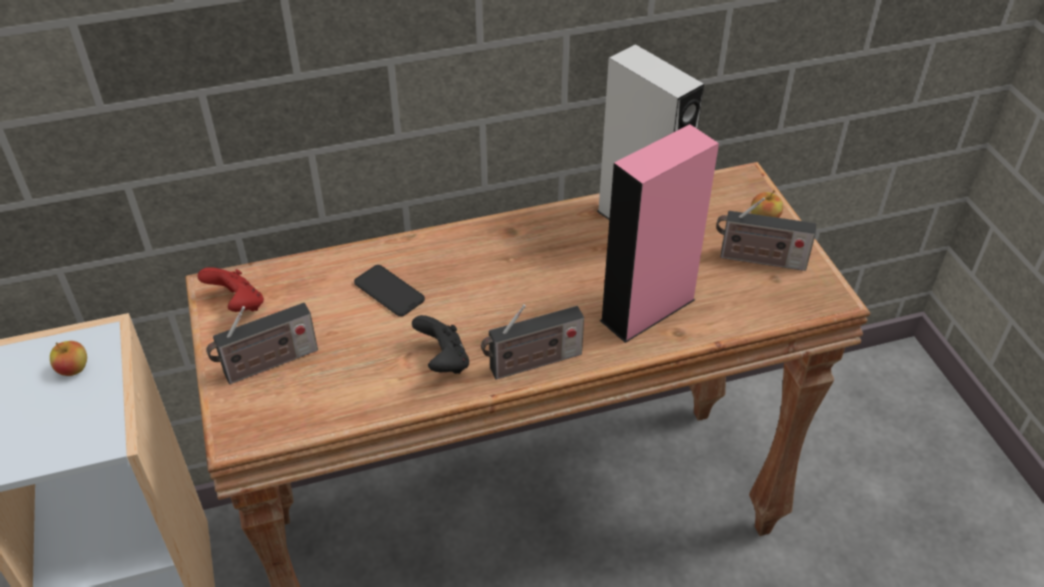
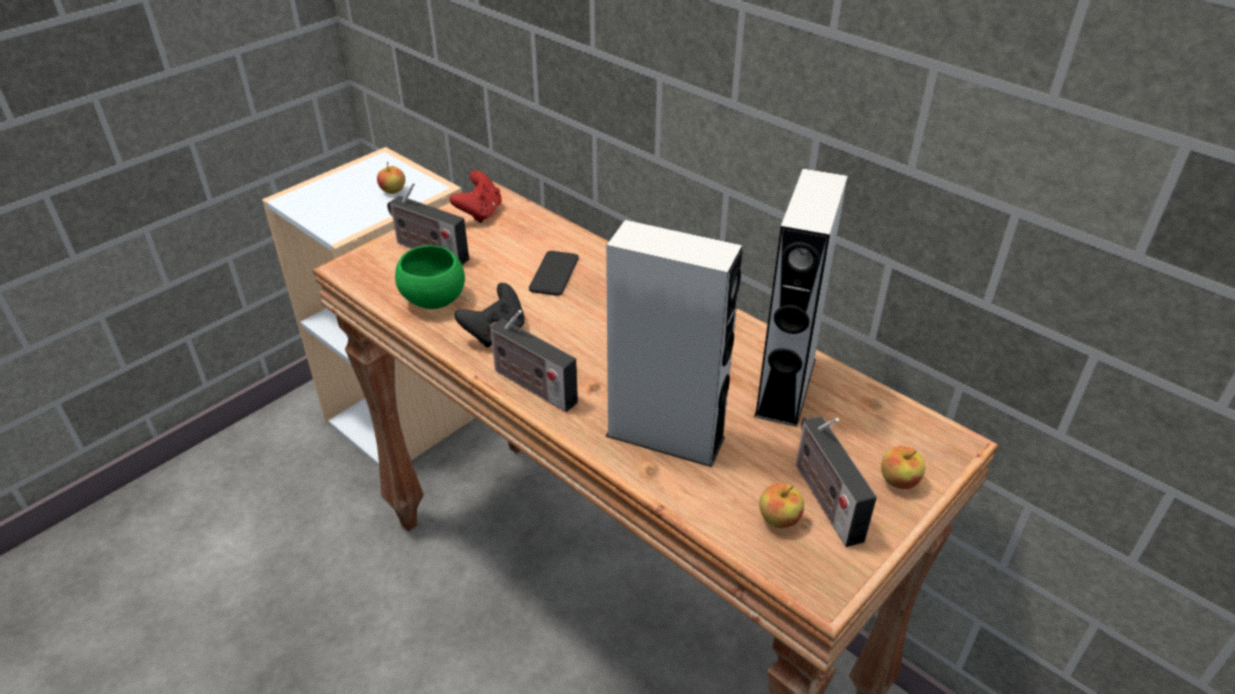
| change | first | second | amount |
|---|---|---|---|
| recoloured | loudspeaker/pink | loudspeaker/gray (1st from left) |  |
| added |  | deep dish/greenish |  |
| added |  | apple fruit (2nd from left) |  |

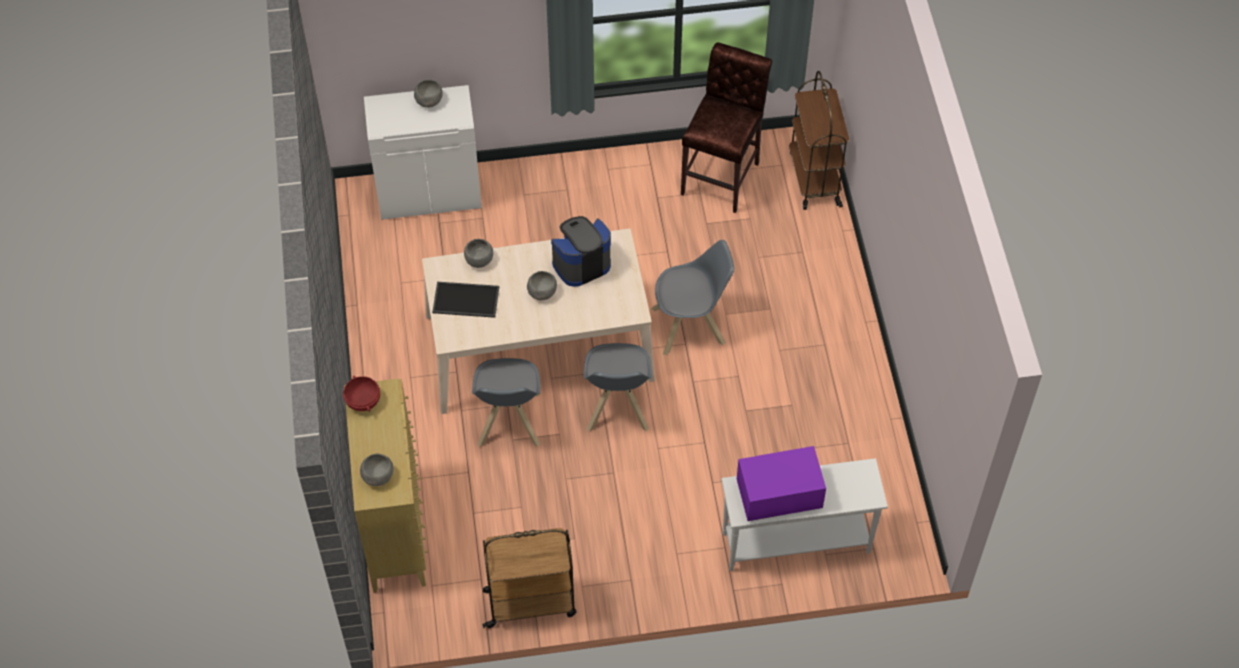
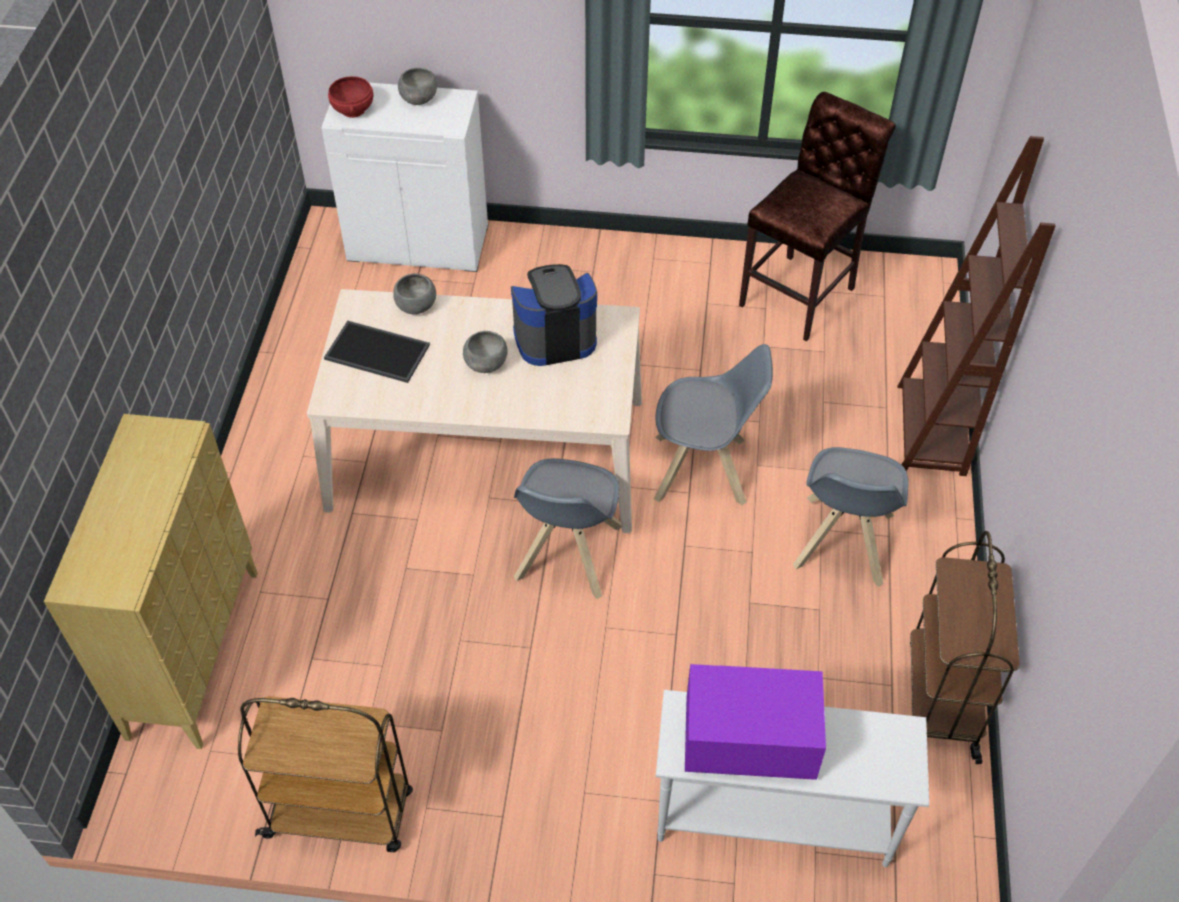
| change | first | second | amount |
|---|---|---|---|
| moved | deep dish/red |  |  |
| removed | deep dish/gray (1st from left) |  |  |
| moved | upright chair/gray (1st from left in the first image) | upright chair/gray (3rd from left) |  |
| moved | cart/brownish (2nd from left) |  |  |
| added |  | bookshelf/brownish |  |

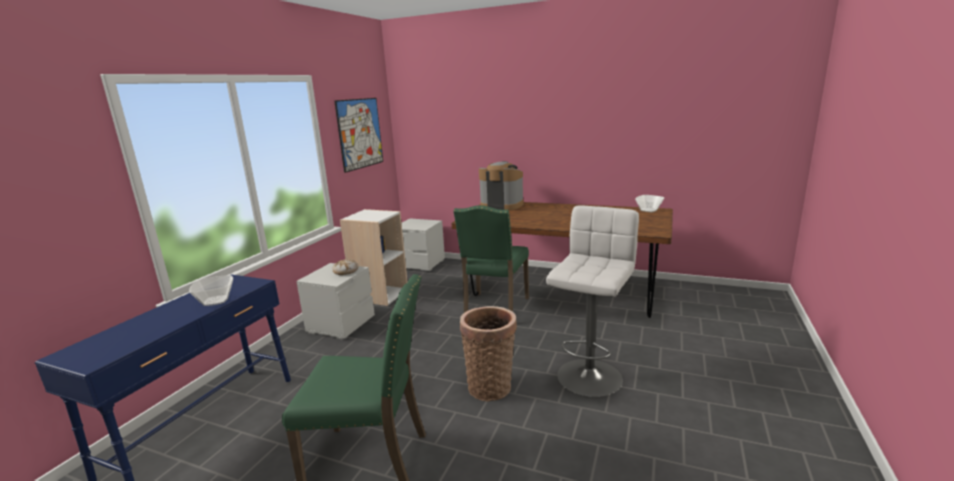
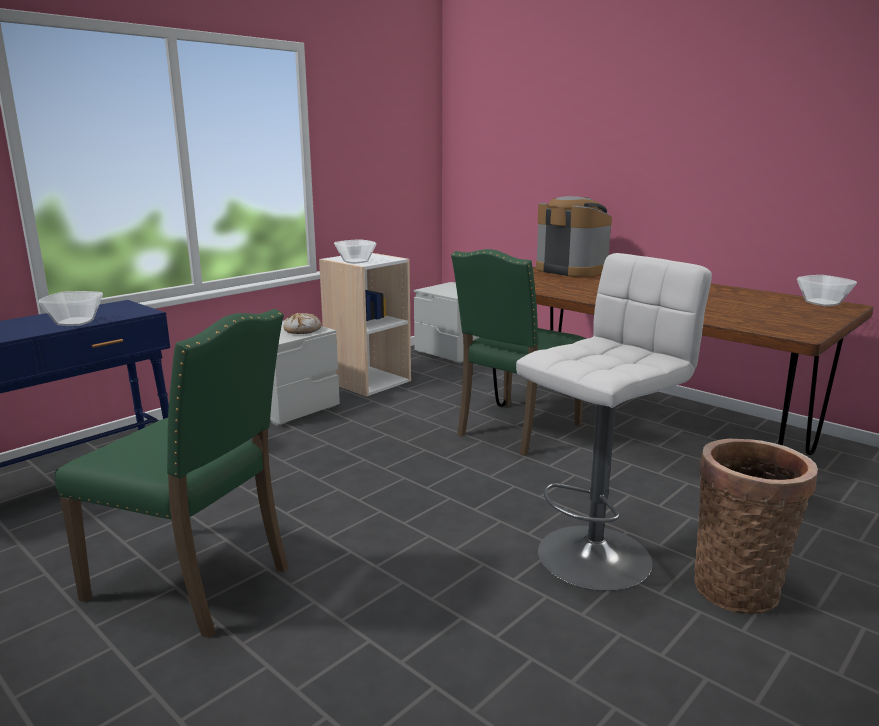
| change | first | second | amount |
|---|---|---|---|
| removed | wall picture |  |  |
| moved | basket |  |  |
| added |  | deep dish (2nd from left) |  |

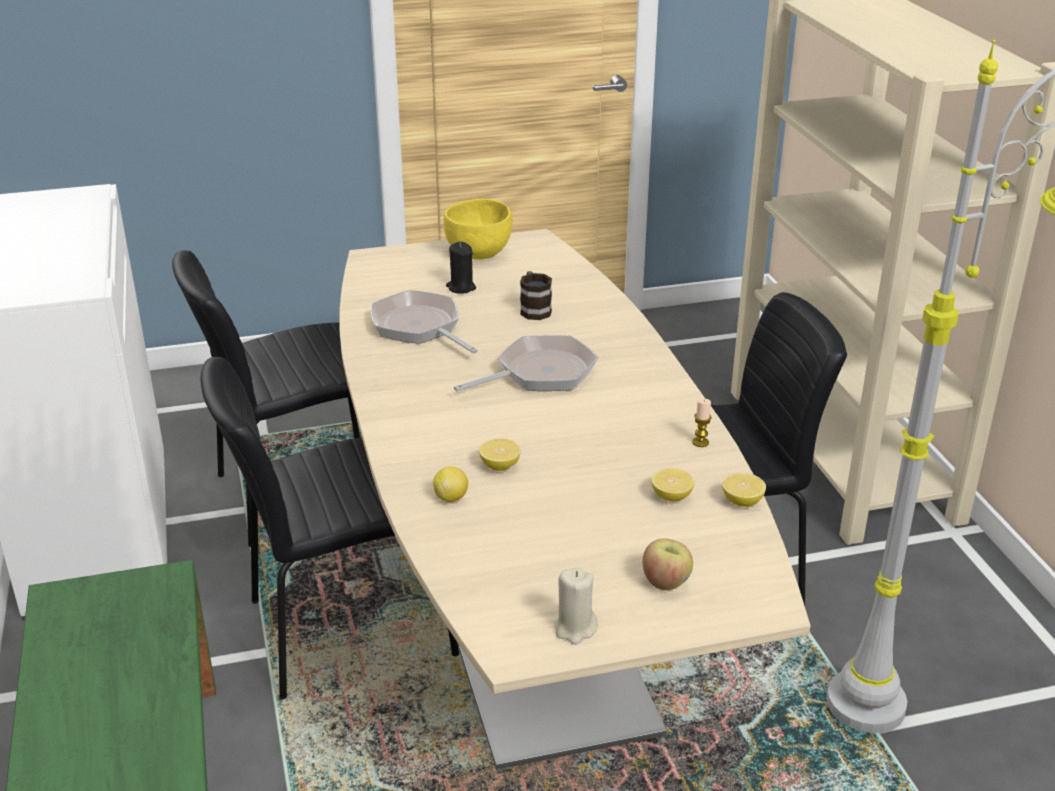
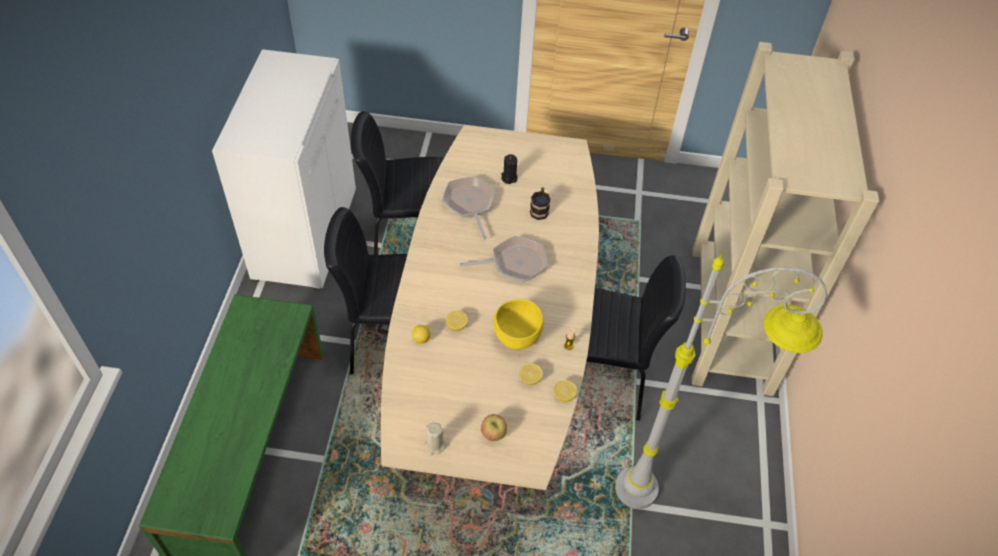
| change | first | second | amount |
|---|---|---|---|
| moved | deep dish/yellow-coloured |  |  |

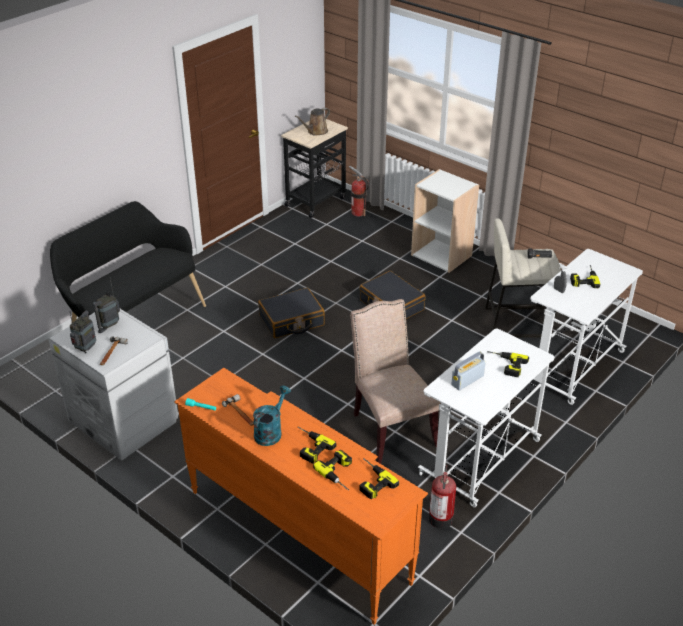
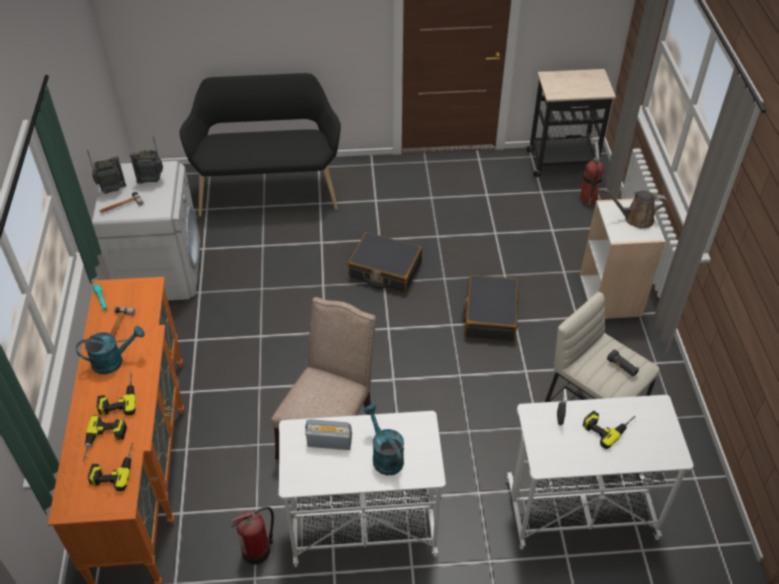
| change | first | second | amount |
|---|---|---|---|
| moved | sprinkling can/brownish |  |  |
| replaced | drill (4th from left) | sprinkling can/turquoise-coloured (2nd from left) |  |

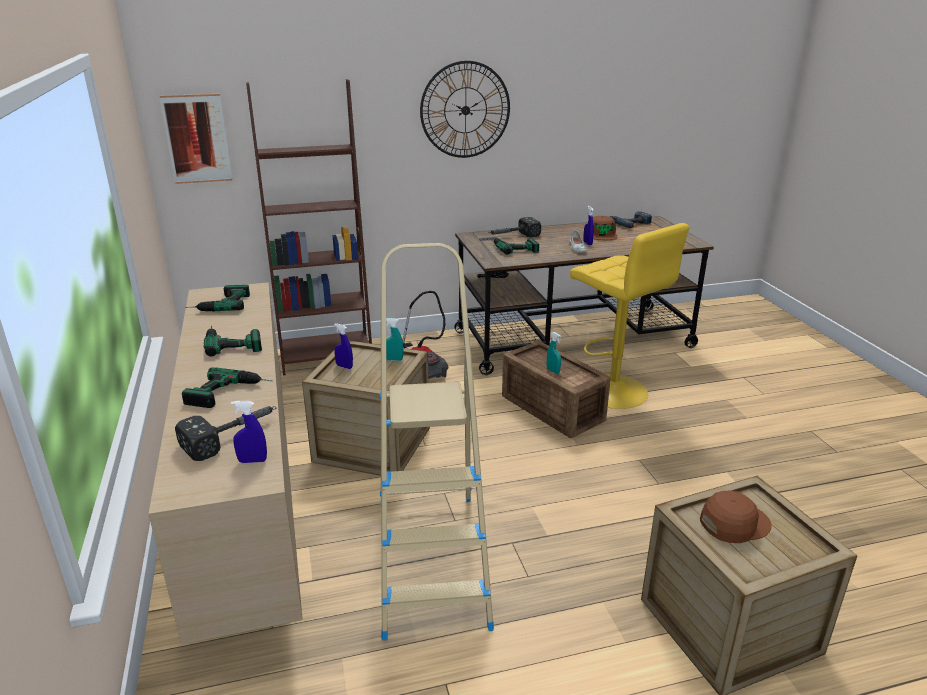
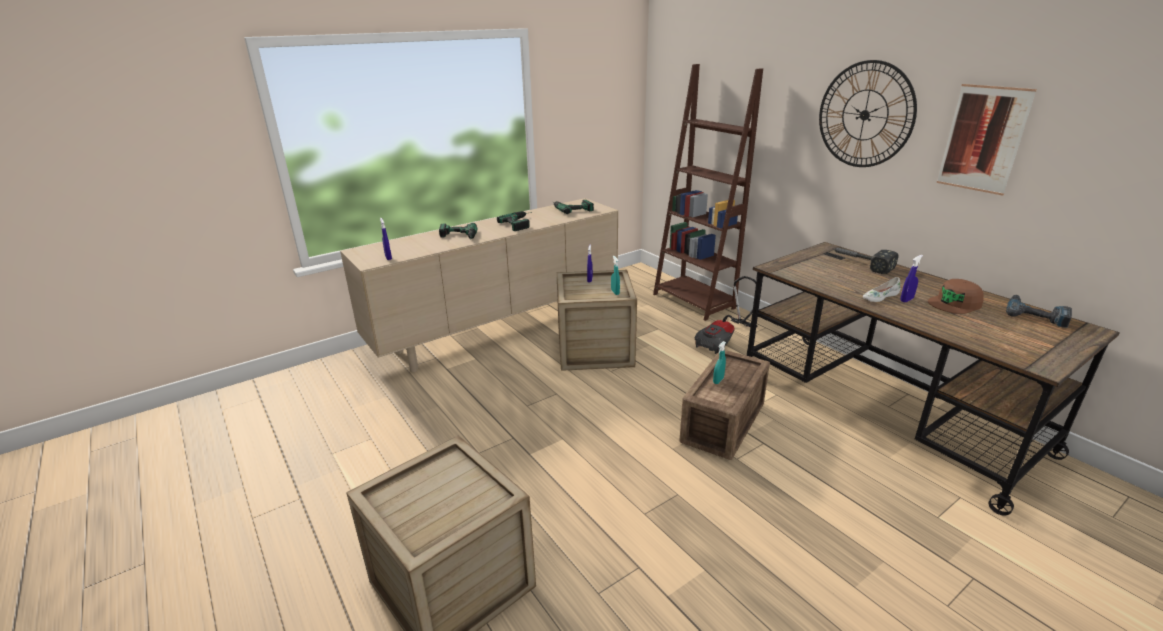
| change | first | second | amount |
|---|---|---|---|
| moved | wall picture |  |  |
| removed | hammer (1st from left) |  |  |
| removed | step stool/sand-coloured |  |  |
| removed | drill (4th from left) |  |  |
| removed | stool seat/yellow-coloured |  |  |
| removed | peaked cap/brownish (2nd from left) |  |  |

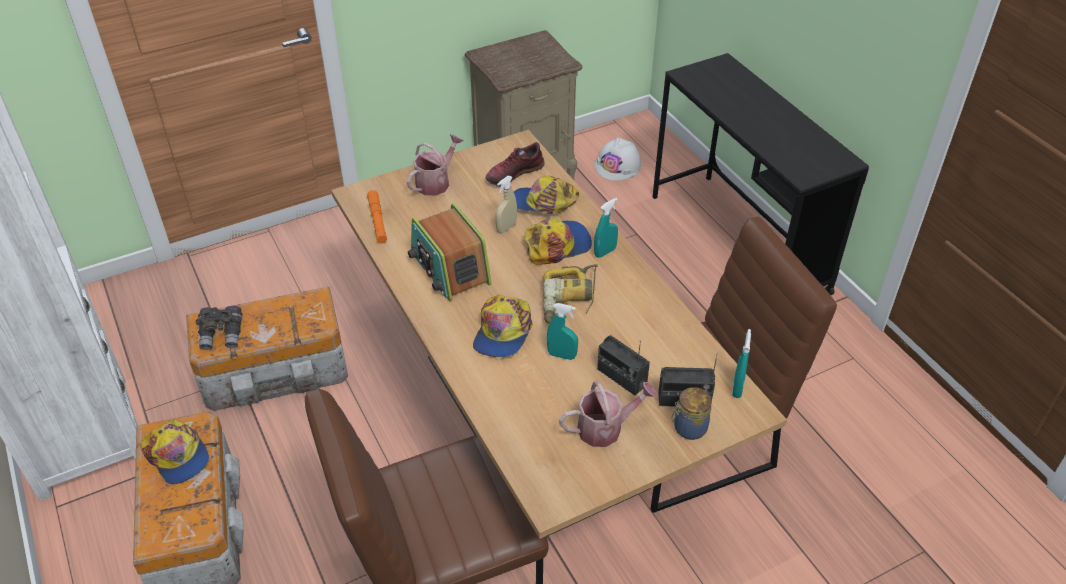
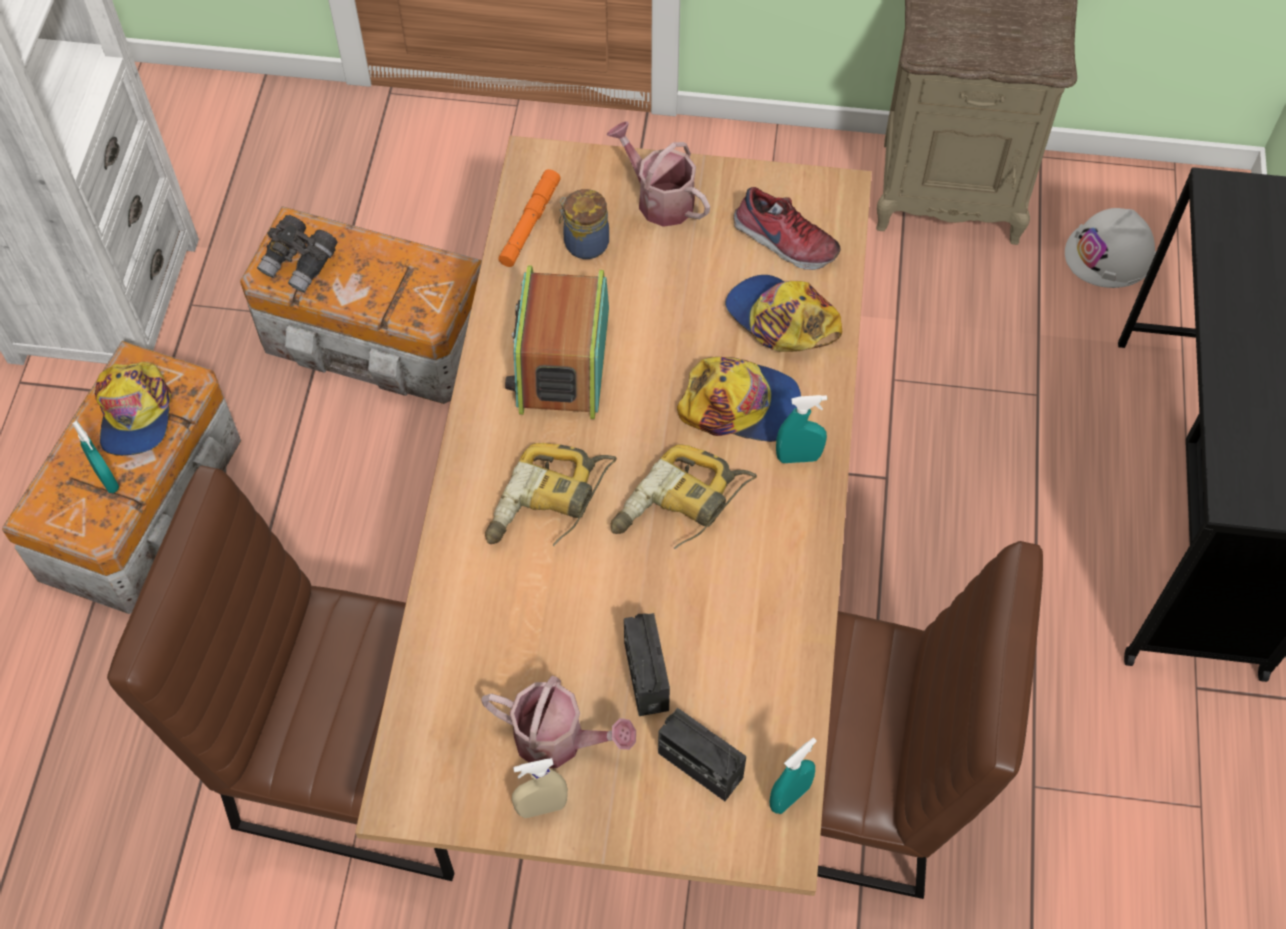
| change | first | second | amount |
|---|---|---|---|
| turned | sprinkling can (1st from left in the first image) | sprinkling can (2nd from left) | 120 degrees counterclockwise |
| replaced | peaked cap (2nd from left) | drill (1st from left) |  |
| turned | item of footwear |  | 150 degrees counterclockwise |
| moved | sprayer/sand-coloured |  |  |
| moved | sprayer/turquoise-coloured (1st from left) |  |  |
| moved | preserve jar |  |  |

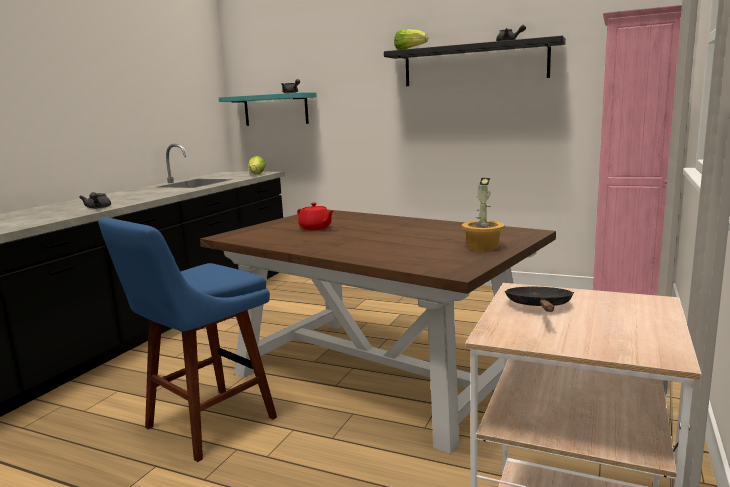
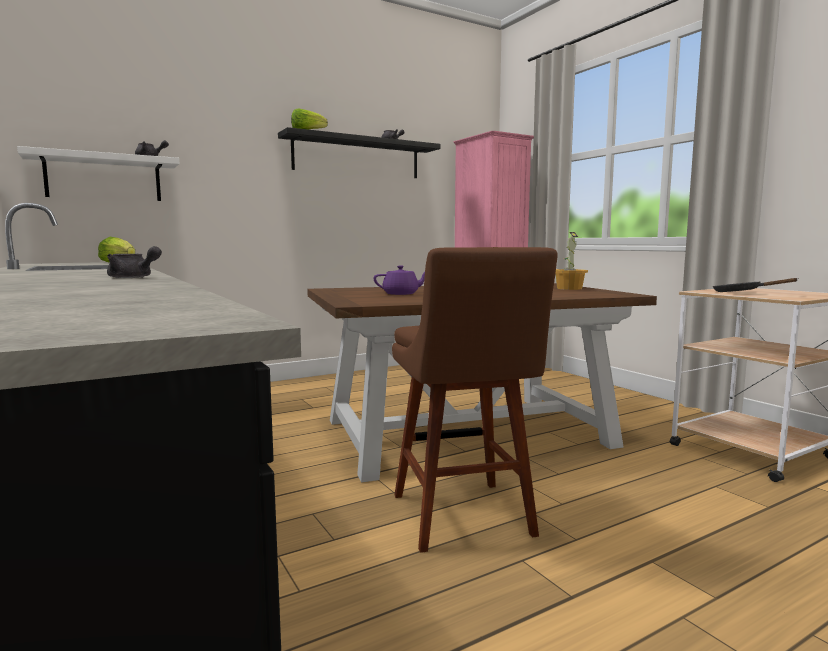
| change | first | second | amount |
|---|---|---|---|
| recoloured | stool seat/bluish | stool seat/brownish |  |
| recoloured | bracket shelf/turquoise-coloured | bracket shelf/white |  |
| recoloured | teapot/red | teapot/purple |  |

